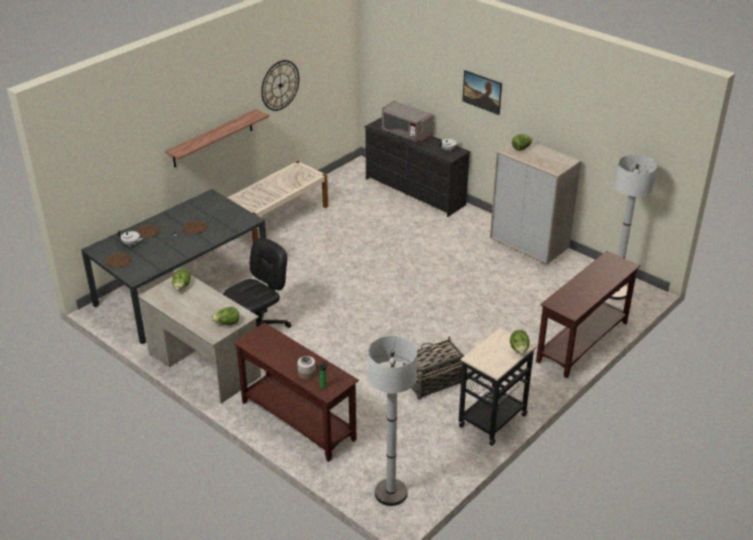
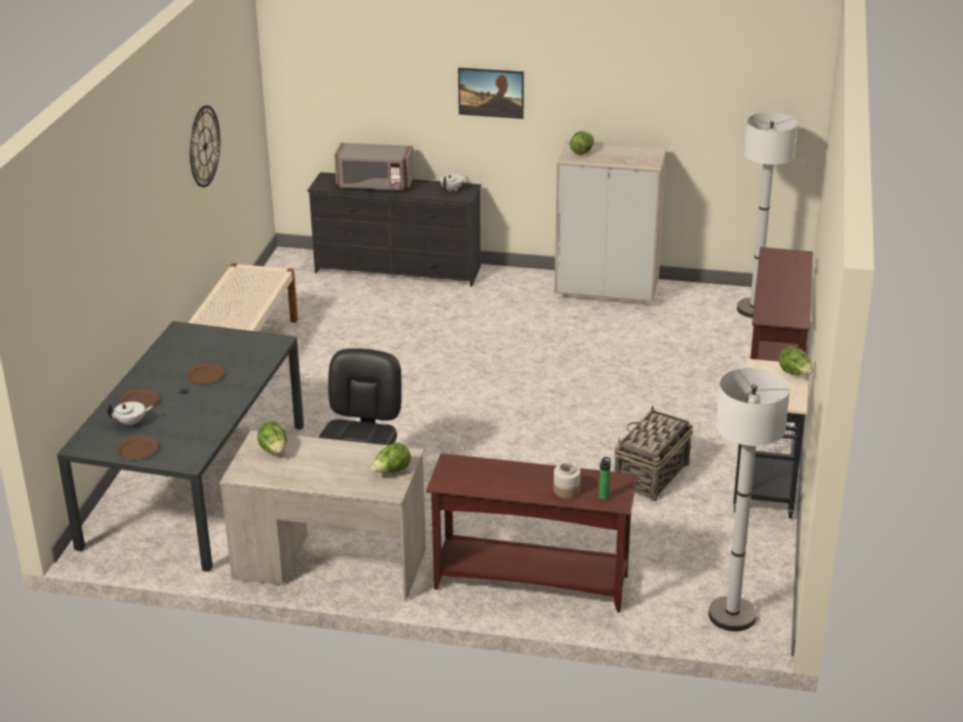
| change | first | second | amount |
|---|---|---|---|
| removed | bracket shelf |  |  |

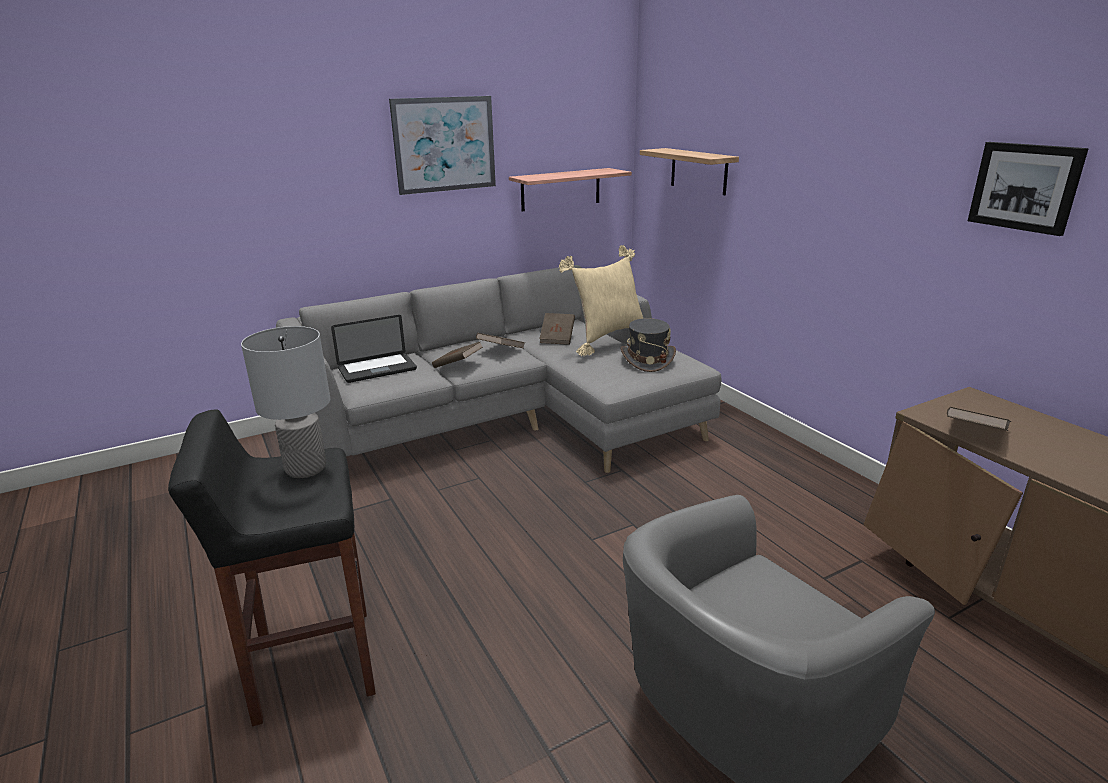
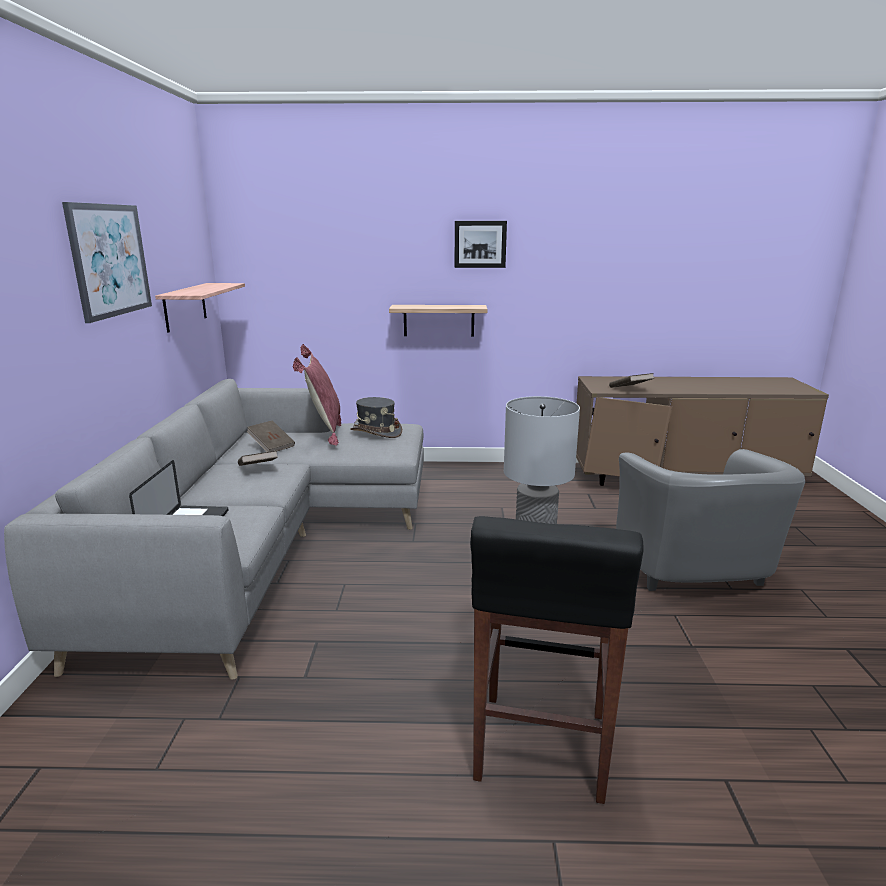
| change | first | second | amount |
|---|---|---|---|
| removed | bound book/brownish (1st from left) |  |  |
| recoloured | cushion/sand-coloured | cushion/red |  |
| moved | bracket shelf (2nd from left) |  |  |
| moved | wall picture (2nd from left) |  |  |

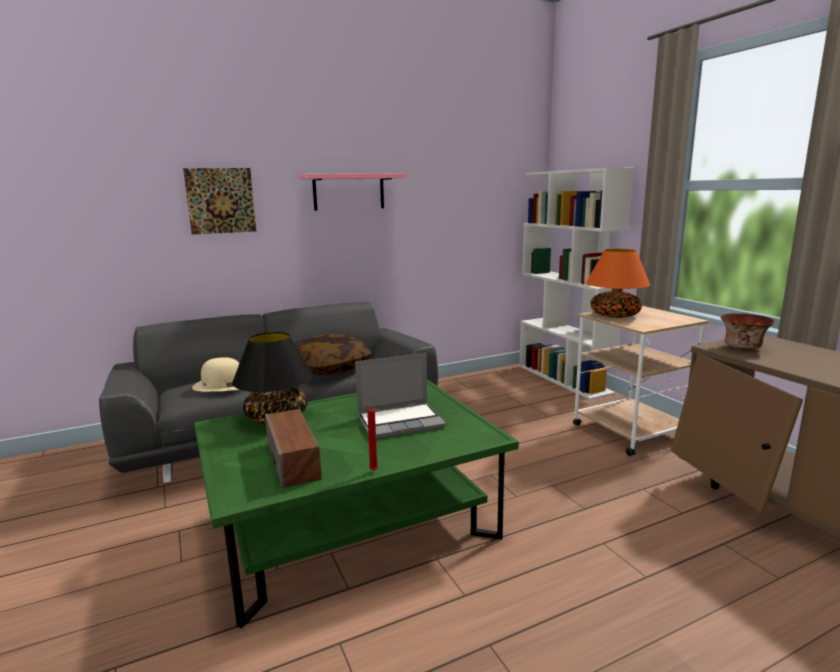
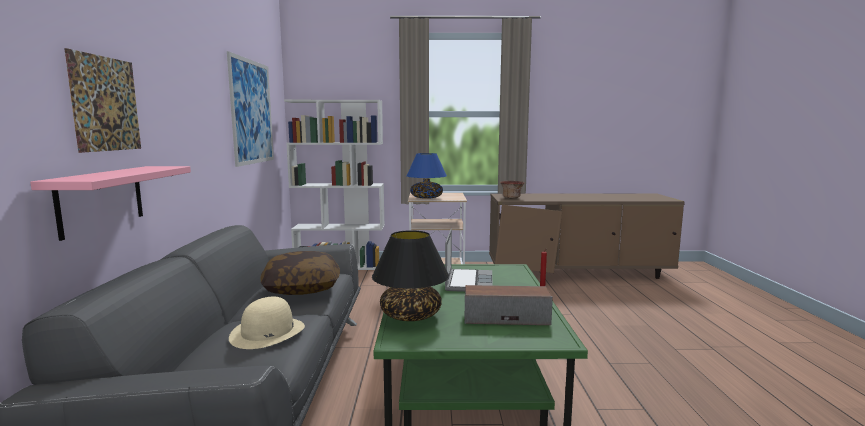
| change | first | second | amount |
|---|---|---|---|
| moved | bracket shelf/pink |  |  |
| recoloured | table lamp/orange-coloured | table lamp/bluish |  |
| added |  | wall picture (2nd from left) |  |

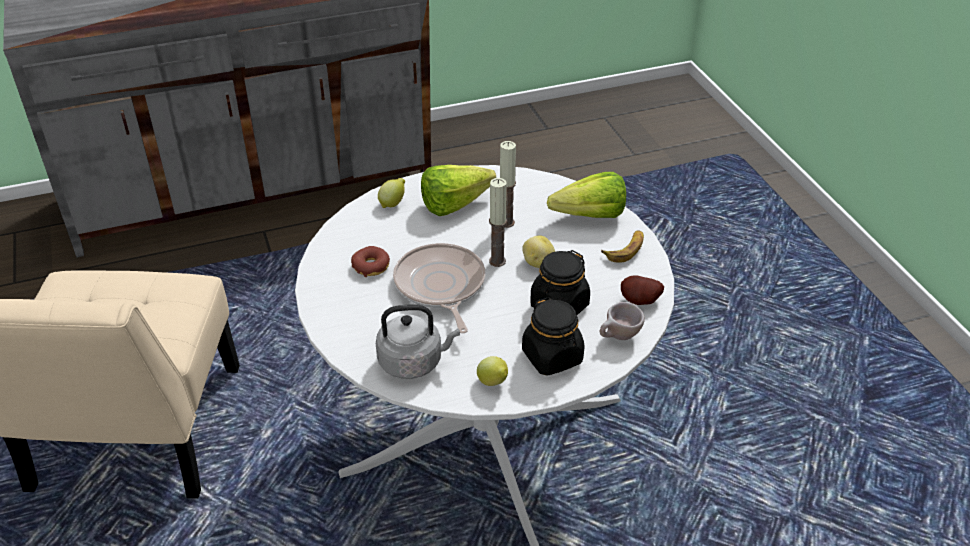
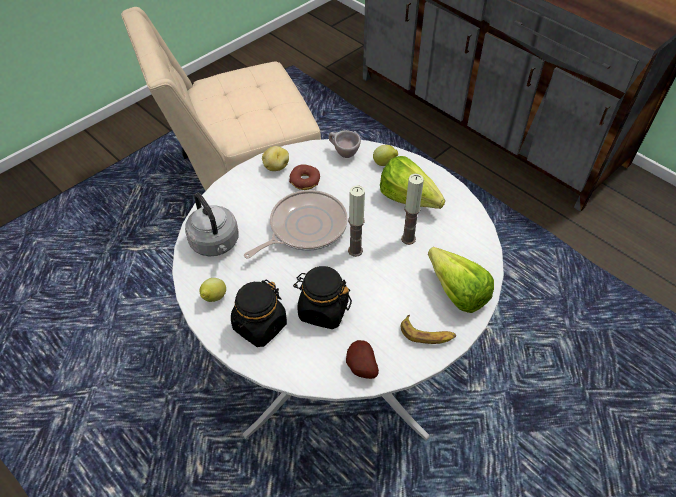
| change | first | second | amount |
|---|---|---|---|
| moved | whole potato (1st from left) |  |  |
| moved | cup/sand-coloured |  |  |

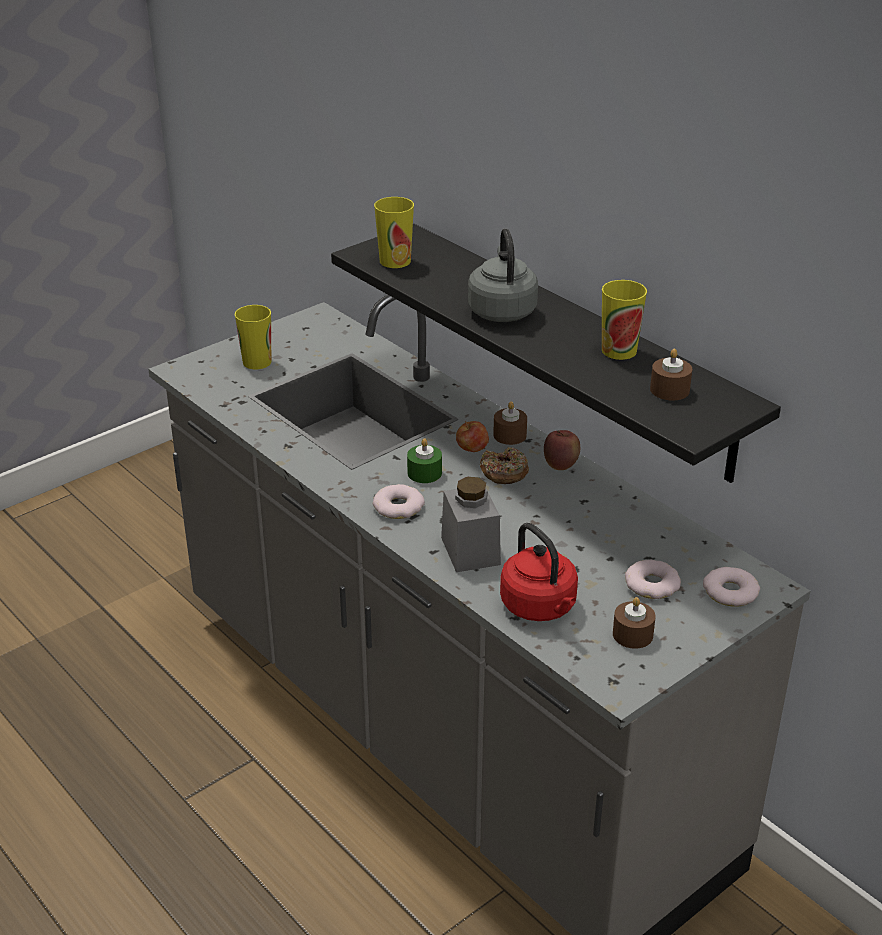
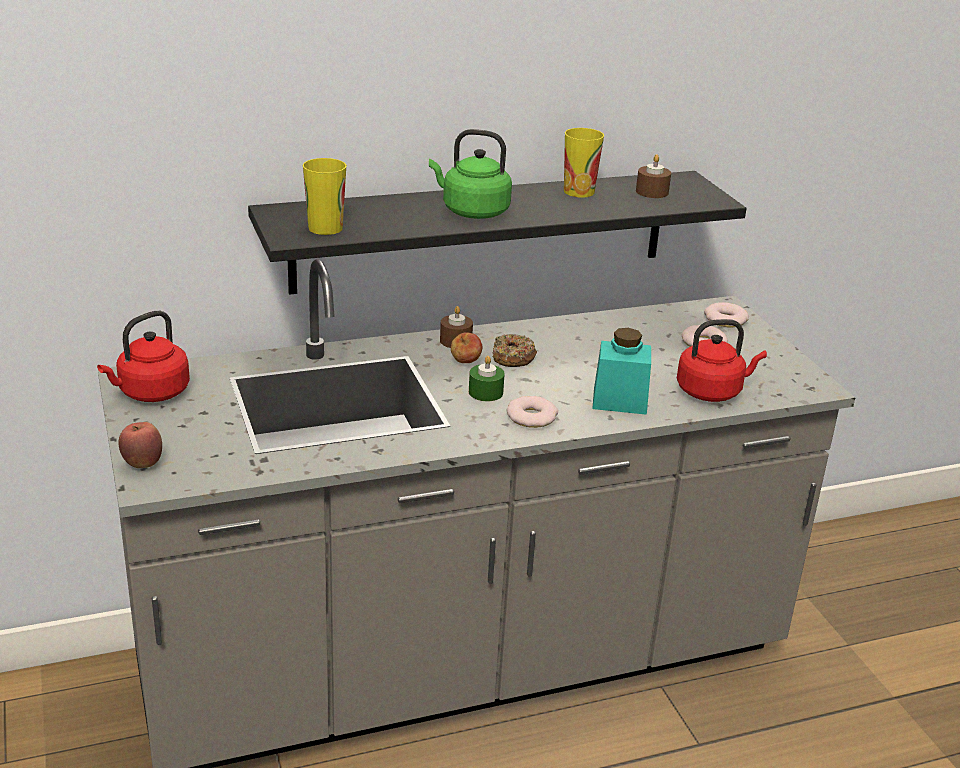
| change | first | second | amount |
|---|---|---|---|
| removed | cup (1st from left) |  |  |
| recoloured | preserve jar/gray | preserve jar/turquoise-coloured |  |
| recoloured | water kettle/gray | water kettle/greenish |  |
| moved | apple fruit (2nd from left in the first image) | apple fruit (1st from left) |  |
| removed | candle/brownish (2nd from left) |  |  |
| added |  | water kettle/red (1st from left) |  |

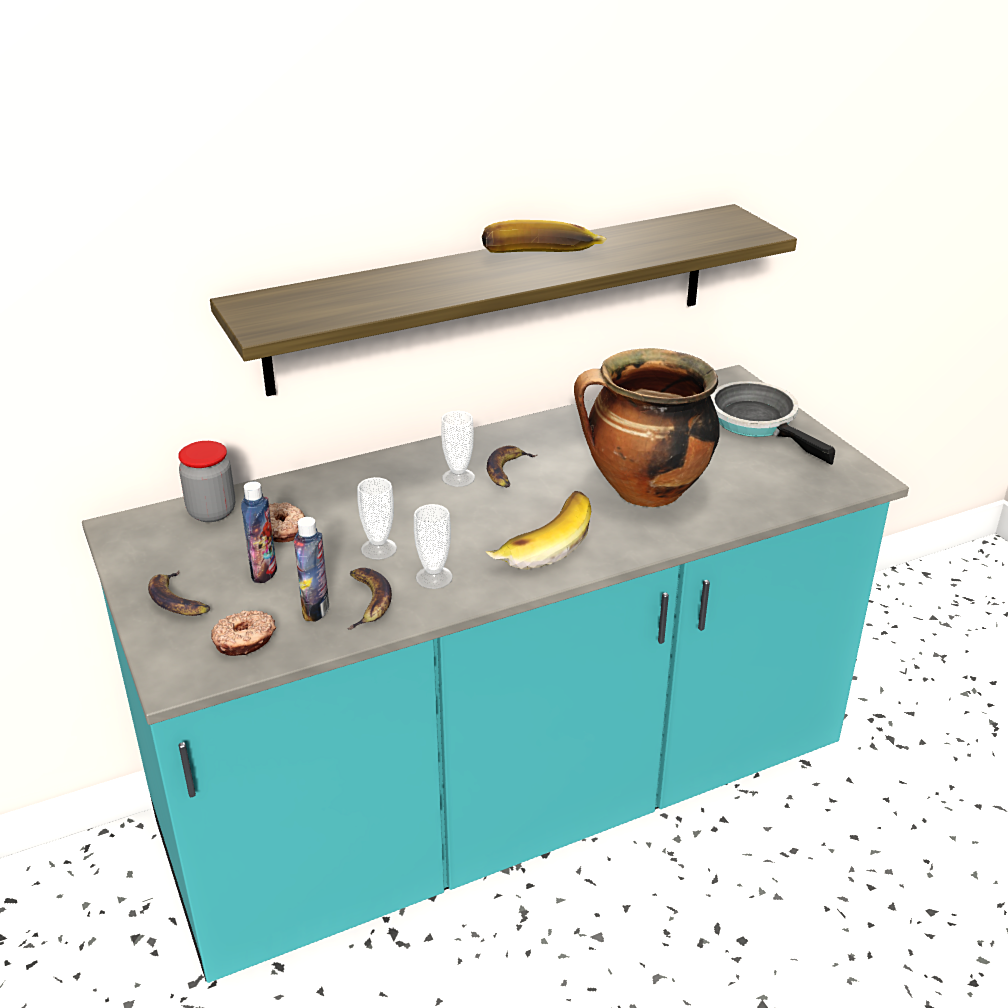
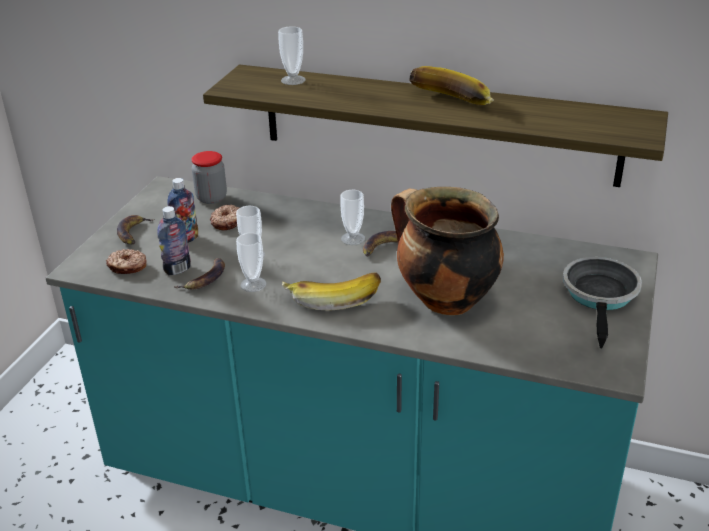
| change | first | second | amount |
|---|---|---|---|
| added |  | cup (3rd from left) |  |

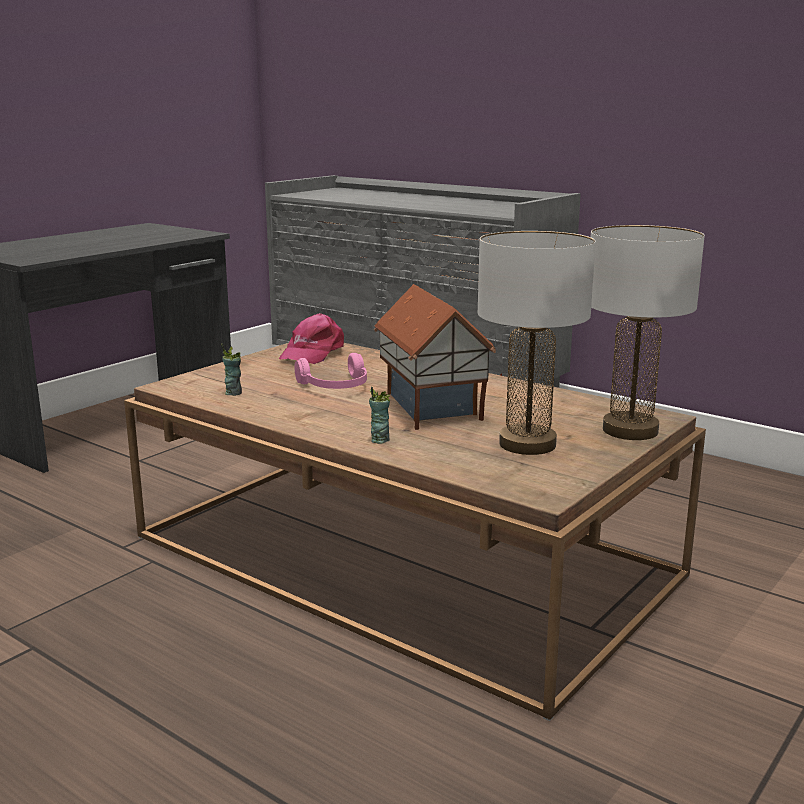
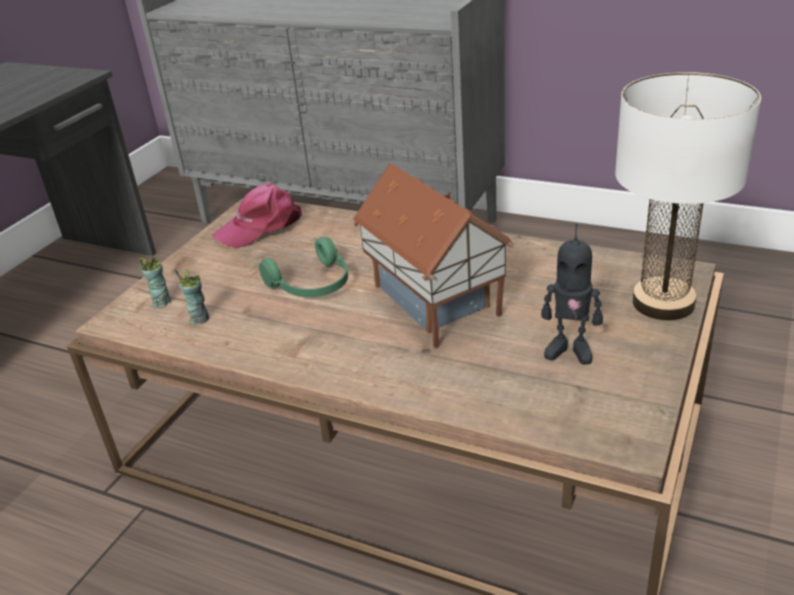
| change | first | second | amount |
|---|---|---|---|
| turned | peaked cap/pink |  | 45 degrees clockwise |
| recoloured | headset/pink | headset/greenish |  |
| moved | cup (2nd from left in the first image) | cup (1st from left) |  |
| replaced | table lamp (1st from left) | toy robot |  |

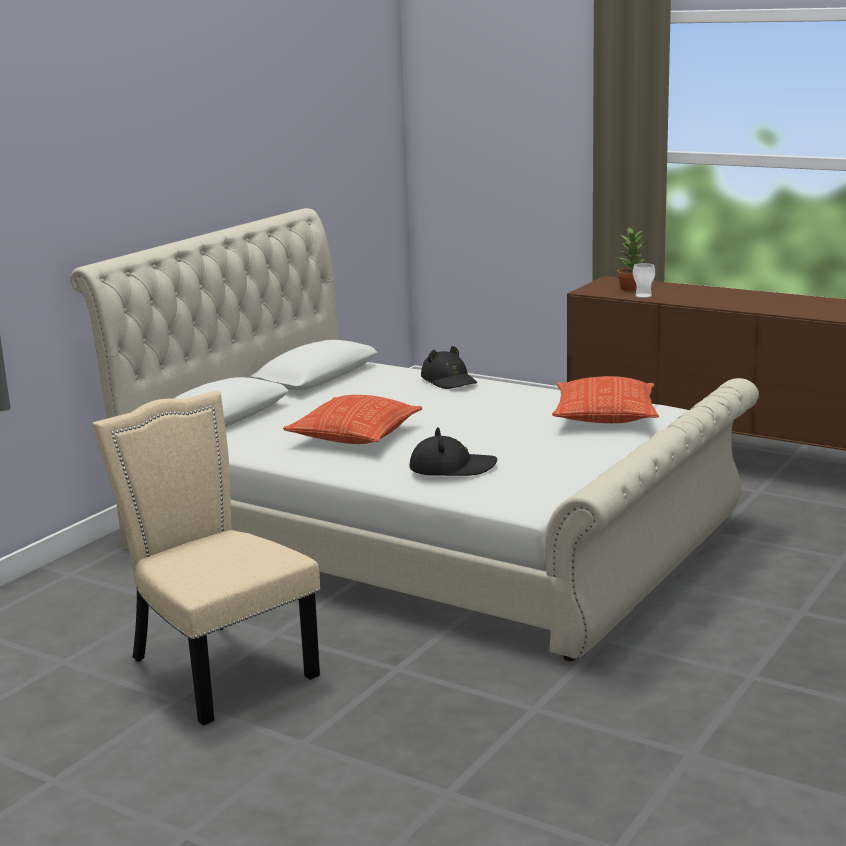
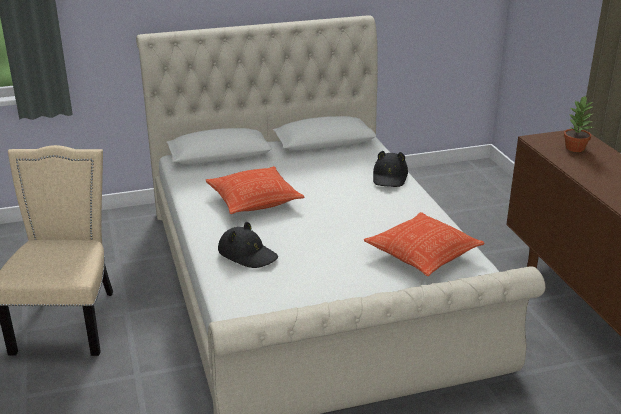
| change | first | second | amount |
|---|---|---|---|
| removed | cup |  |  |

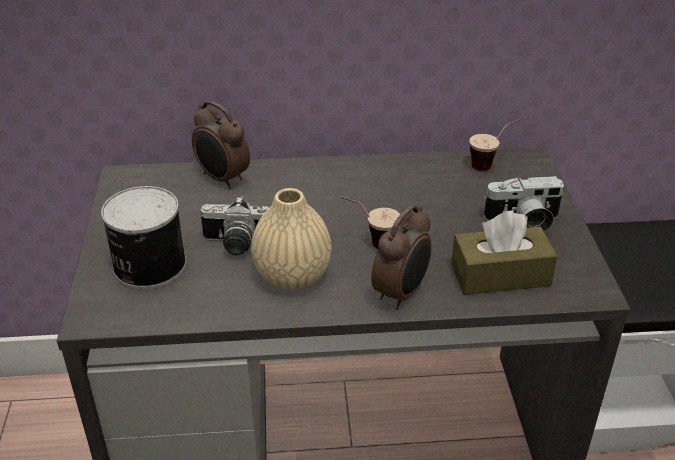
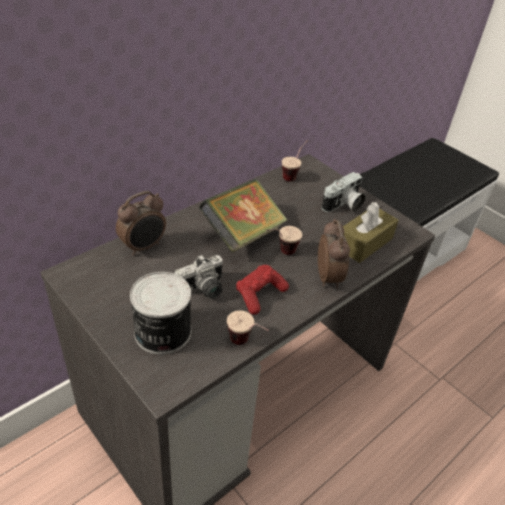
| change | first | second | amount |
|---|---|---|---|
| turned | table clock (1st from left) |  | 45 degrees counterclockwise |
| replaced | flower vase/sand-coloured | game controller/red |  |
| added |  | bound book |  |
| added |  | cup (1st from left) |  |

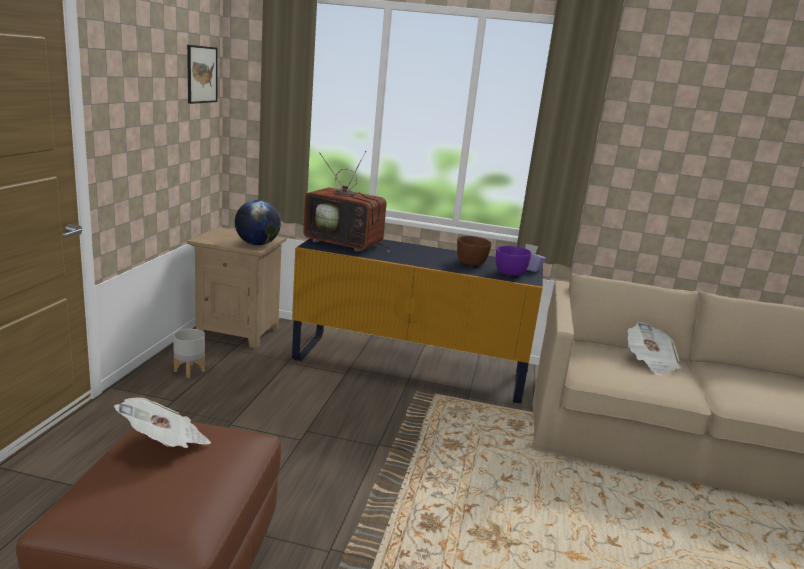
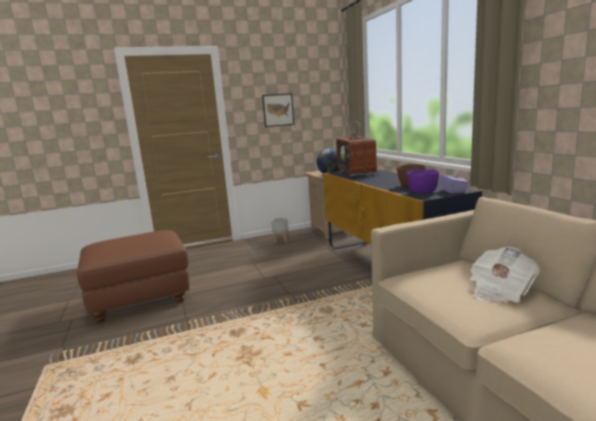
| change | first | second | amount |
|---|---|---|---|
| removed | daily paper (1st from left) |  |  |
| moved | wall picture |  |  |

